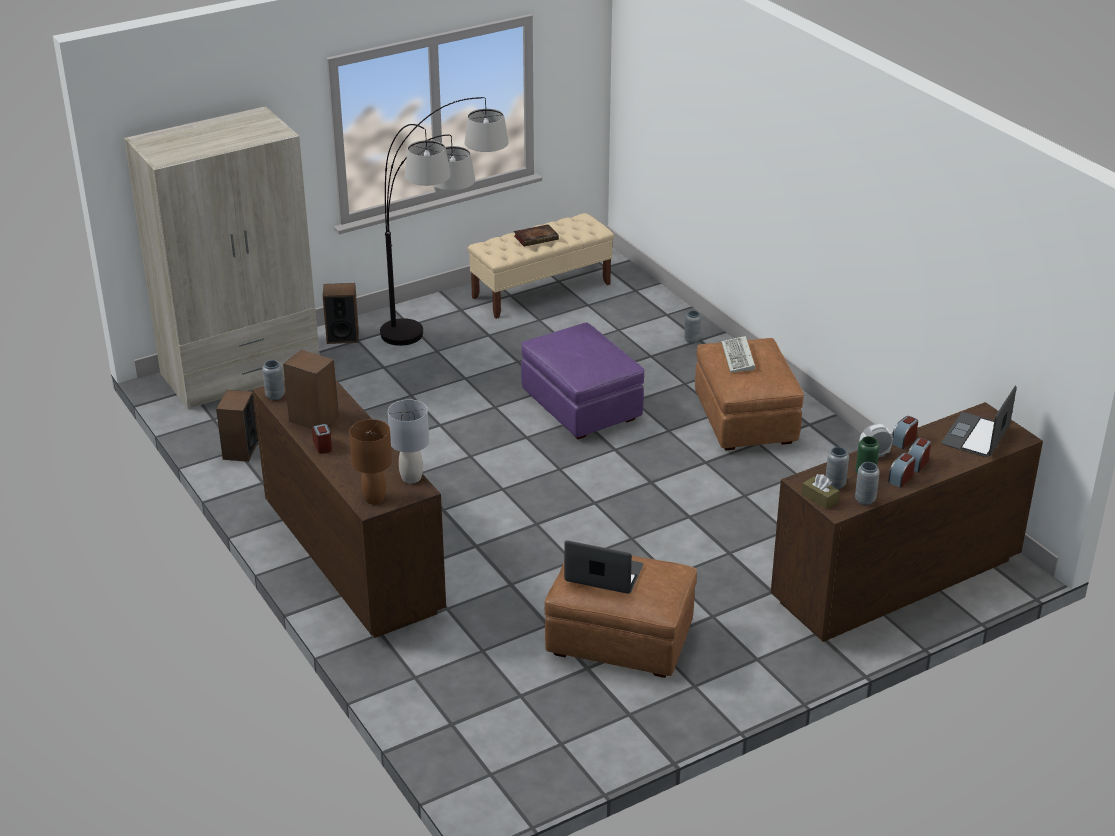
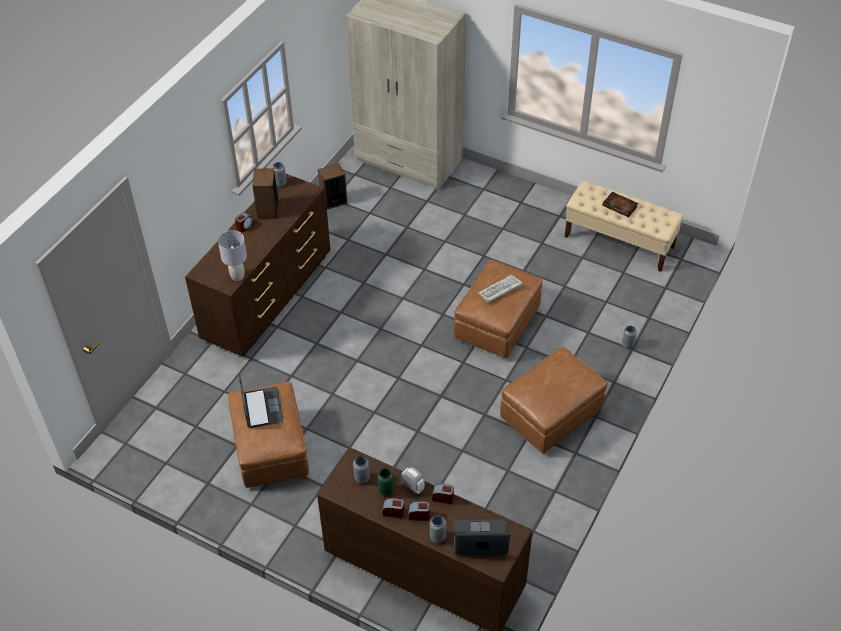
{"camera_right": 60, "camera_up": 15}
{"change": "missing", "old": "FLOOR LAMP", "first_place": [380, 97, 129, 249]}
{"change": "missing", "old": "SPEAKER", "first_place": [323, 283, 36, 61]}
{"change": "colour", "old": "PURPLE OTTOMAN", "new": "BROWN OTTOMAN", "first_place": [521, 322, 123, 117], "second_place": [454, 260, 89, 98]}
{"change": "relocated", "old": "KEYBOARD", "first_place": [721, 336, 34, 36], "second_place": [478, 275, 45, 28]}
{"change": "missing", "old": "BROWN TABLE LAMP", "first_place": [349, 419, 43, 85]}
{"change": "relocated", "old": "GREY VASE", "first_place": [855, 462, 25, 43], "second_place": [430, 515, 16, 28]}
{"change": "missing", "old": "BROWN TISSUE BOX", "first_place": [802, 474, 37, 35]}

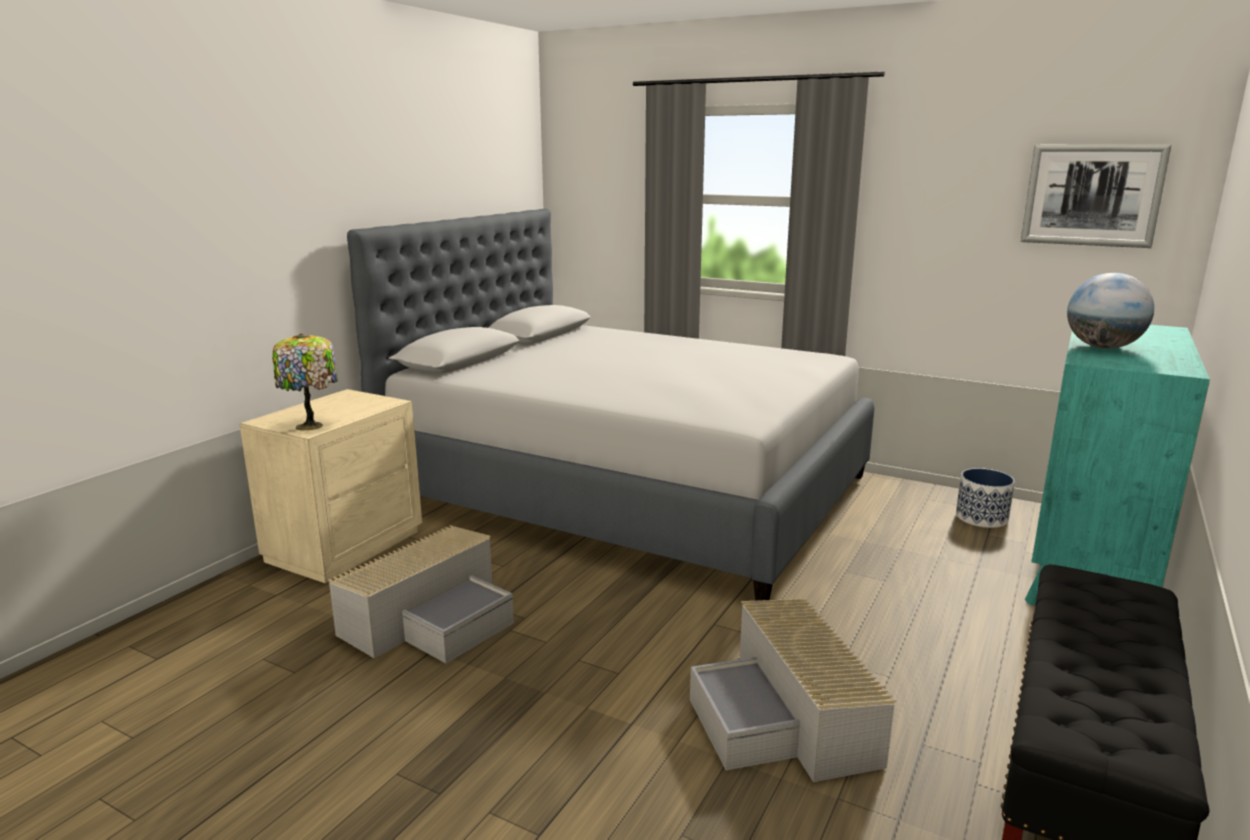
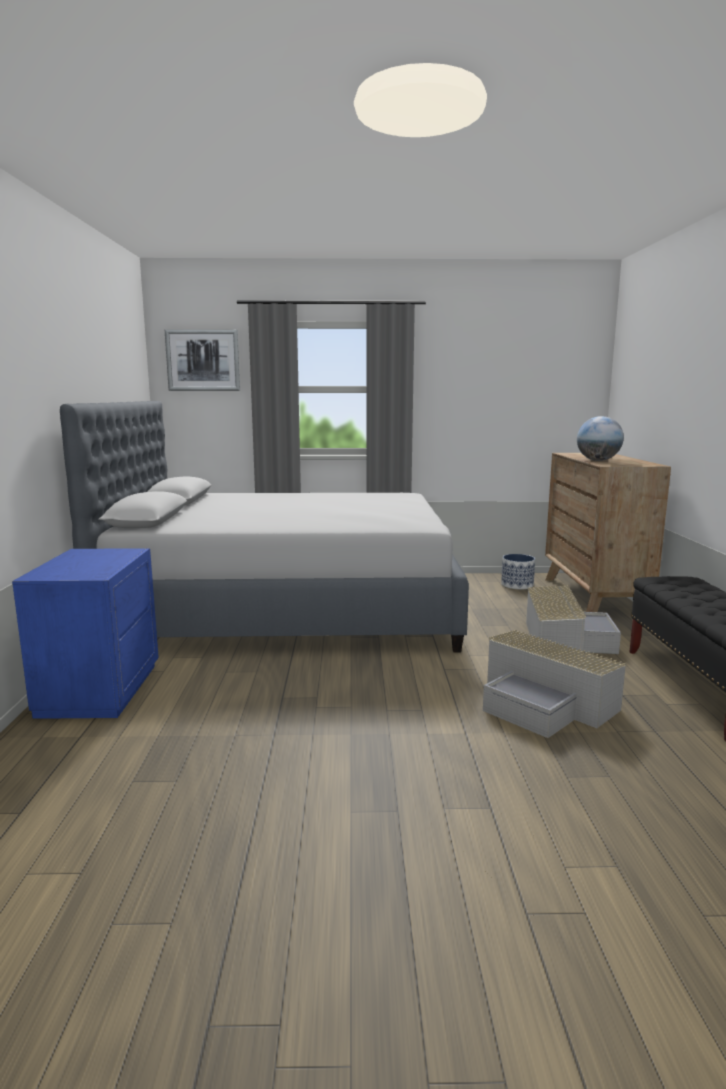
{"camera_right": -30, "camera_up": -5}
{"change": "relocated", "old": "PICTURE", "first_place": [1021, 144, 150, 104], "second_place": [165, 330, 75, 61]}
{"change": "colour", "old": "TURQUOISE DRESSER", "new": "BROWN DRESSER", "first_place": [1025, 325, 185, 280], "second_place": [545, 453, 126, 159]}
{"change": "missing", "old": "TABLE LAMP", "first_place": [272, 334, 66, 97]}
{"change": "colour", "old": "BEIGE NIGHTSTAND", "new": "BLUE NIGHTSTAND", "first_place": [239, 389, 183, 194], "second_place": [12, 548, 147, 171]}
{"change": "relocated", "old": "GREY STORAGE BOX", "first_place": [328, 525, 186, 139], "second_place": [526, 585, 95, 69]}

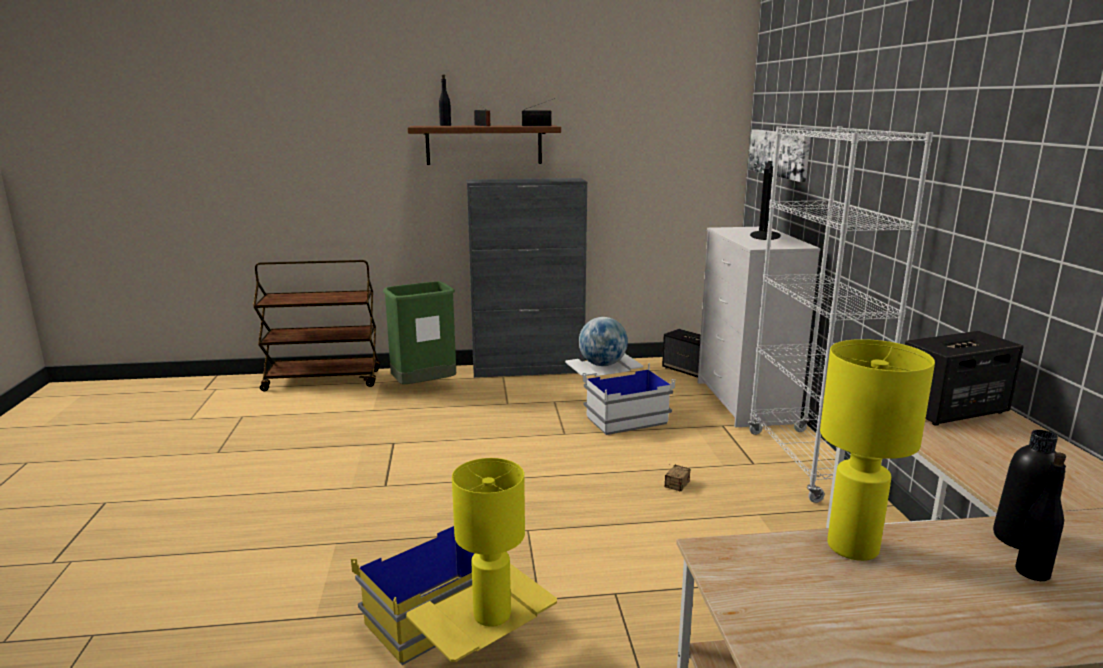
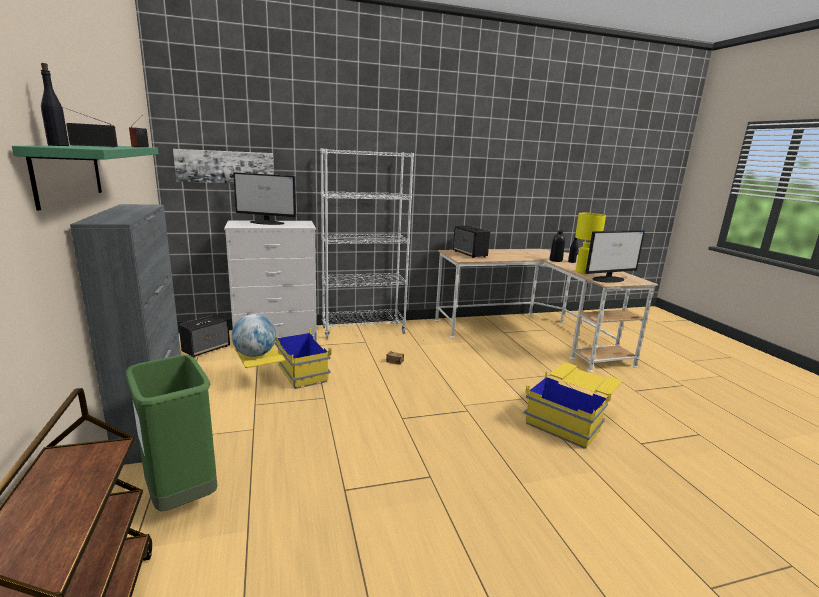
{"camera_right": -100, "camera_up": 0}
{"change": "colour", "old": "BROWN SHELF", "new": "GREEN SHELF", "first_place": [408, 125, 153, 40], "second_place": [12, 145, 147, 66]}
{"change": "colour", "old": "WHITE STORAGE BOX", "new": "YELLOW STORAGE BOX", "first_place": [565, 354, 110, 81], "second_place": [233, 328, 98, 61]}
{"change": "missing", "old": "YELLOW TABLE LAMP", "first_place": [452, 458, 73, 169]}
{"change": "appeared", "new": "MONITOR", "second_place": [585, 230, 60, 53]}

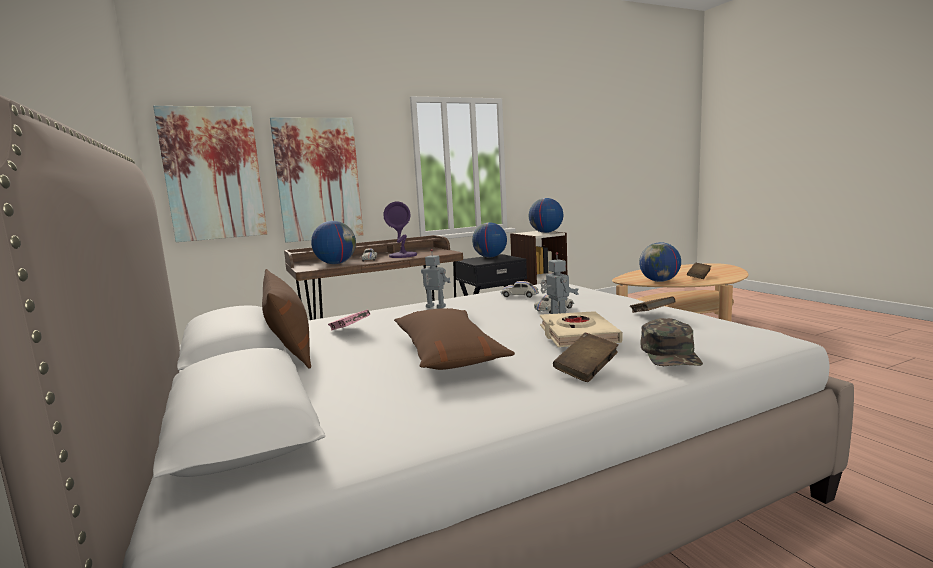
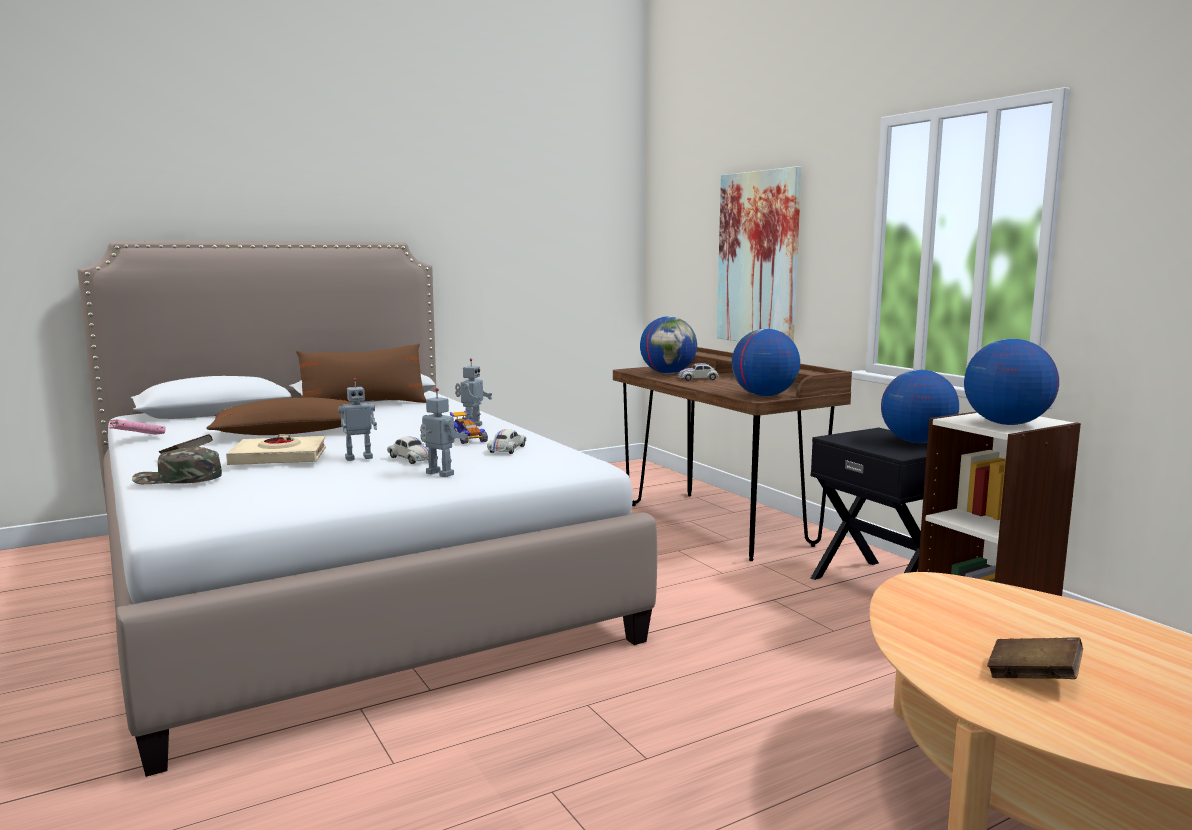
{"camera_right": 85, "camera_up": 0}
{"change": "missing", "old": "PICTURE", "first_place": [153, 106, 114, 136]}
{"change": "missing", "old": "PURPLE TABLE LAMP", "first_place": [383, 201, 34, 57]}
{"change": "relocated", "old": "GLOBE", "first_place": [639, 242, 42, 40], "second_place": [732, 329, 68, 67]}
{"change": "missing", "old": "BROWN BOOK", "first_place": [630, 296, 46, 17]}
{"change": "relocated", "old": "PINK BOOK", "first_place": [328, 310, 42, 21], "second_place": [108, 419, 58, 16]}
{"change": "appeared", "new": "TOY ROBOT", "second_place": [420, 388, 45, 89]}
{"change": "appeared", "new": "TOY CAR", "second_place": [450, 411, 38, 33]}

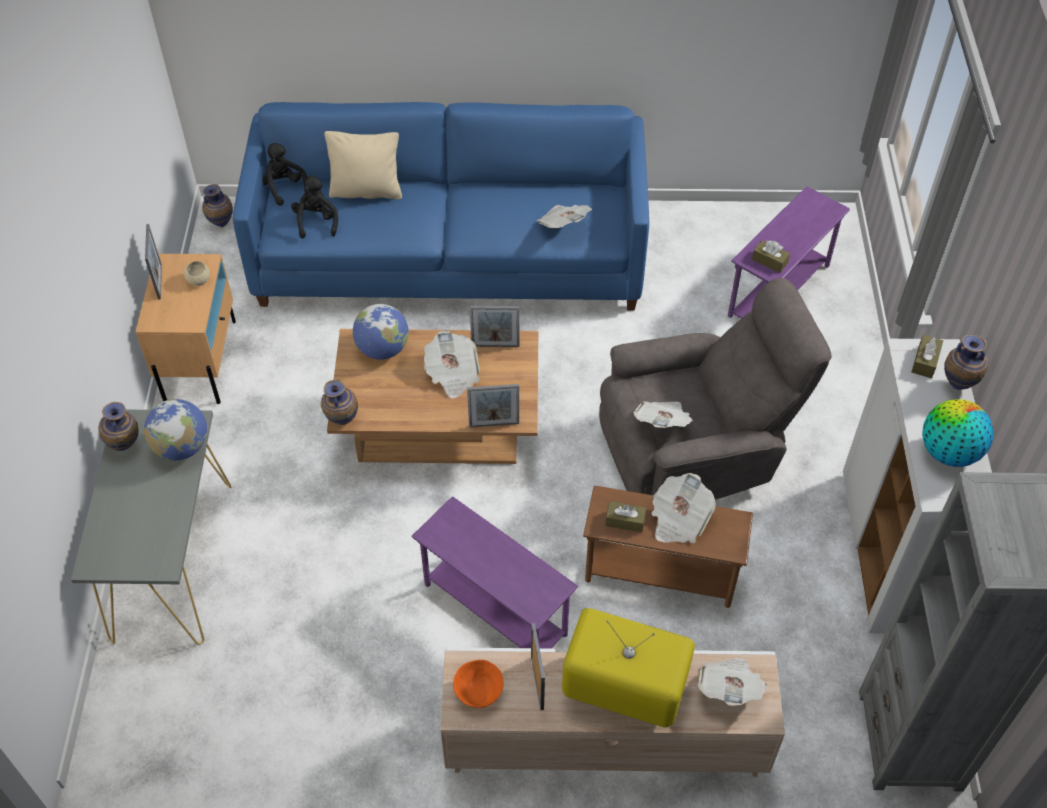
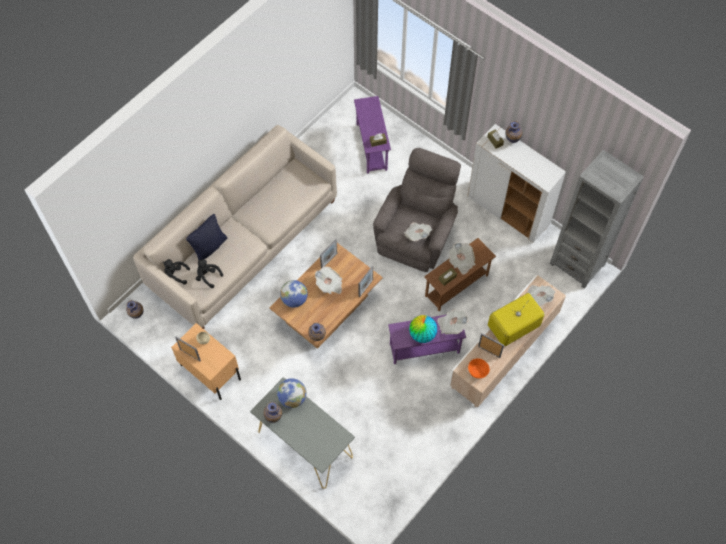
{"camera_right": -50, "camera_up": 10}
{"change": "colour", "old": "BLUE SOFA", "new": "BEIGE SOFA", "first_place": [233, 102, 416, 209], "second_place": [133, 125, 204, 204]}
{"change": "colour", "old": "BEIGE PILLOW", "new": "BLACK PILLOW", "first_place": [324, 131, 78, 69], "second_place": [186, 214, 41, 46]}
{"change": "relocated", "old": "NEWSPAPER", "first_place": [537, 205, 55, 23], "second_place": [437, 309, 31, 25]}
{"change": "relocated", "old": "GLOBE", "first_place": [922, 399, 72, 68], "second_place": [409, 315, 28, 28]}

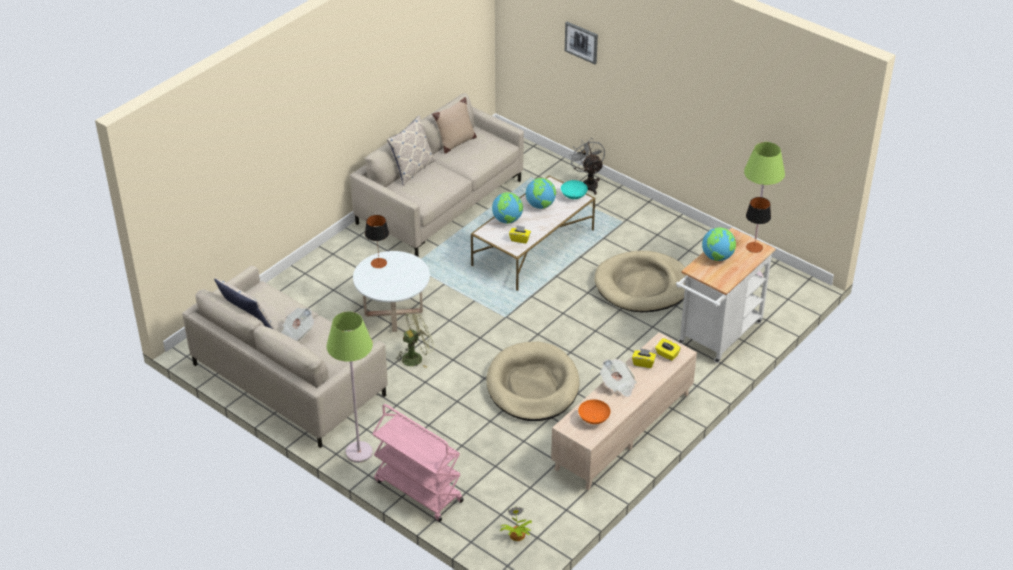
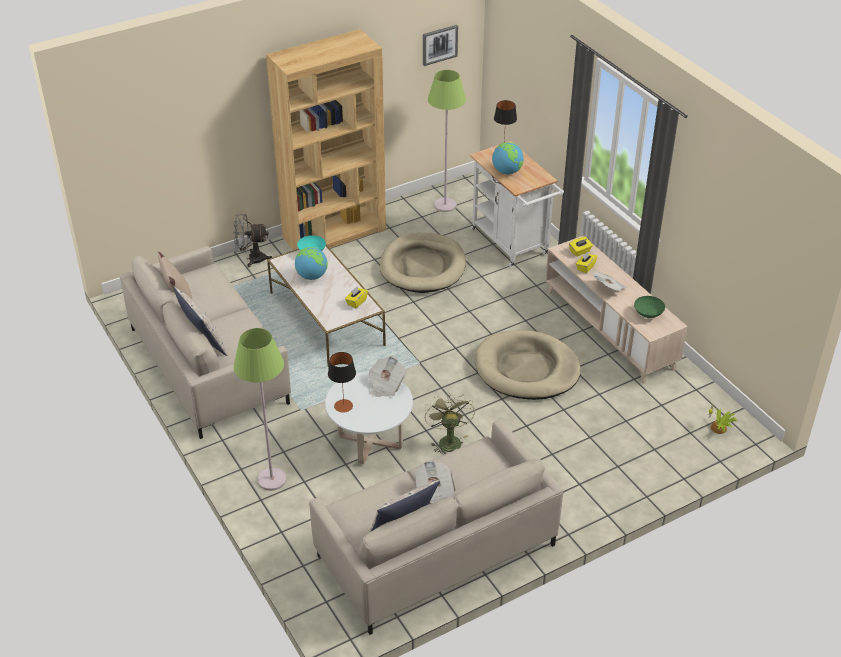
{"camera_right": -70, "camera_up": 0}
{"change": "relocated", "old": "PICTURE", "first_place": [565, 22, 33, 42], "second_place": [423, 25, 35, 41]}
{"change": "missing", "old": "GLOBE", "first_place": [492, 192, 31, 32]}
{"change": "relocated", "old": "GREEN FLOOR LAMP", "first_place": [326, 312, 47, 151], "second_place": [233, 328, 54, 163]}
{"change": "colour", "old": "ORANGE BOWL", "new": "GREEN BOWL", "first_place": [578, 399, 33, 25], "second_place": [634, 296, 31, 22]}
{"change": "missing", "old": "PINK CART", "first_place": [372, 404, 92, 118]}
{"change": "appeared", "new": "BROWN BOOKCASE", "second_place": [266, 29, 120, 221]}
{"change": "appeared", "new": "NEWSPAPER", "second_place": [369, 356, 37, 41]}

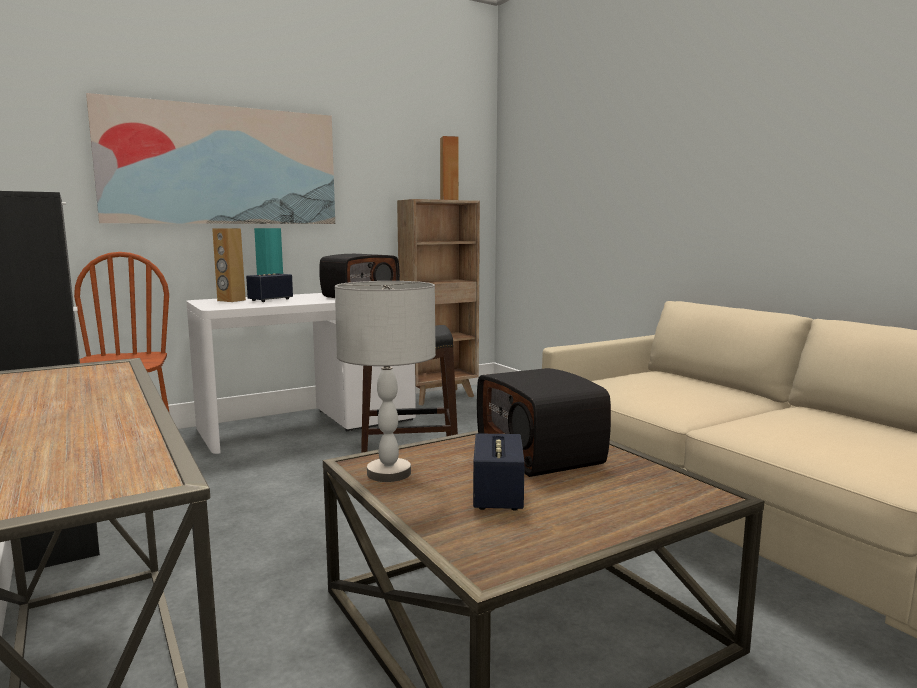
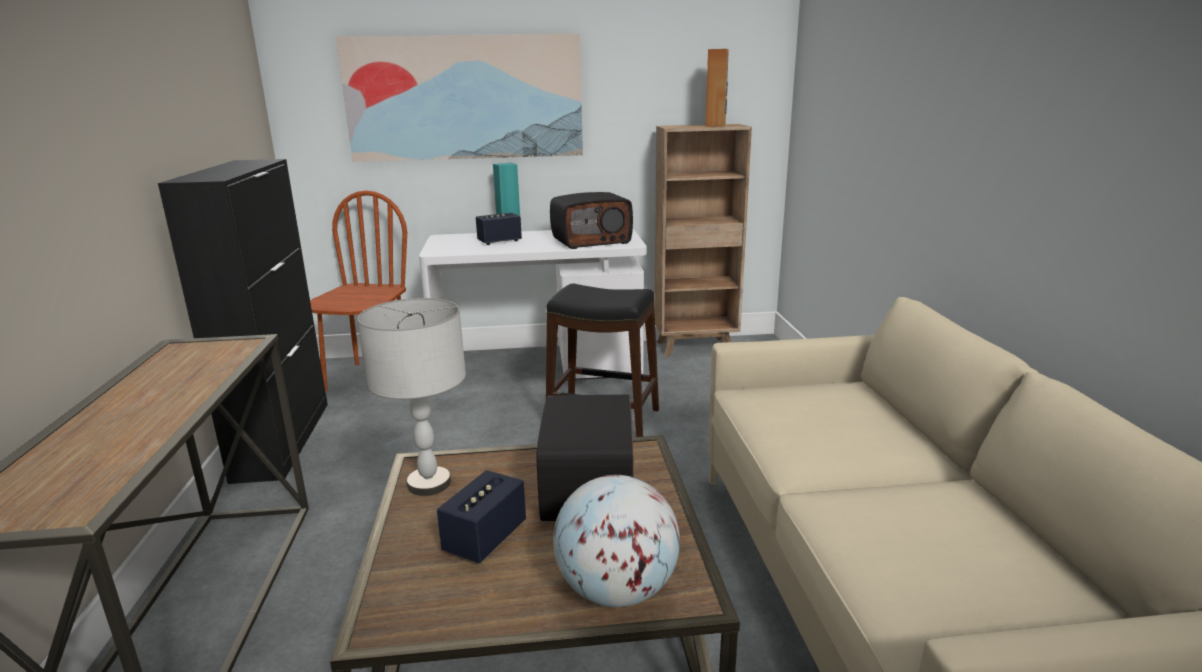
{"camera_right": 25, "camera_up": 10}
{"change": "missing", "old": "BROWN SPEAKER", "first_place": [212, 228, 34, 74]}
{"change": "appeared", "new": "GLOBE", "second_place": [553, 475, 127, 132]}

